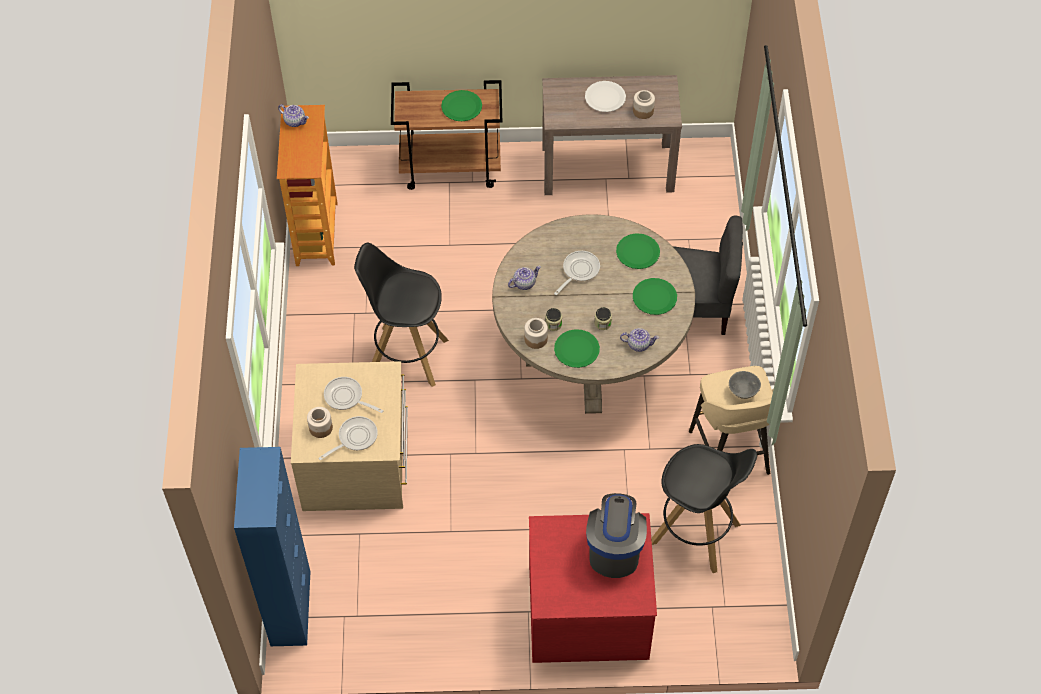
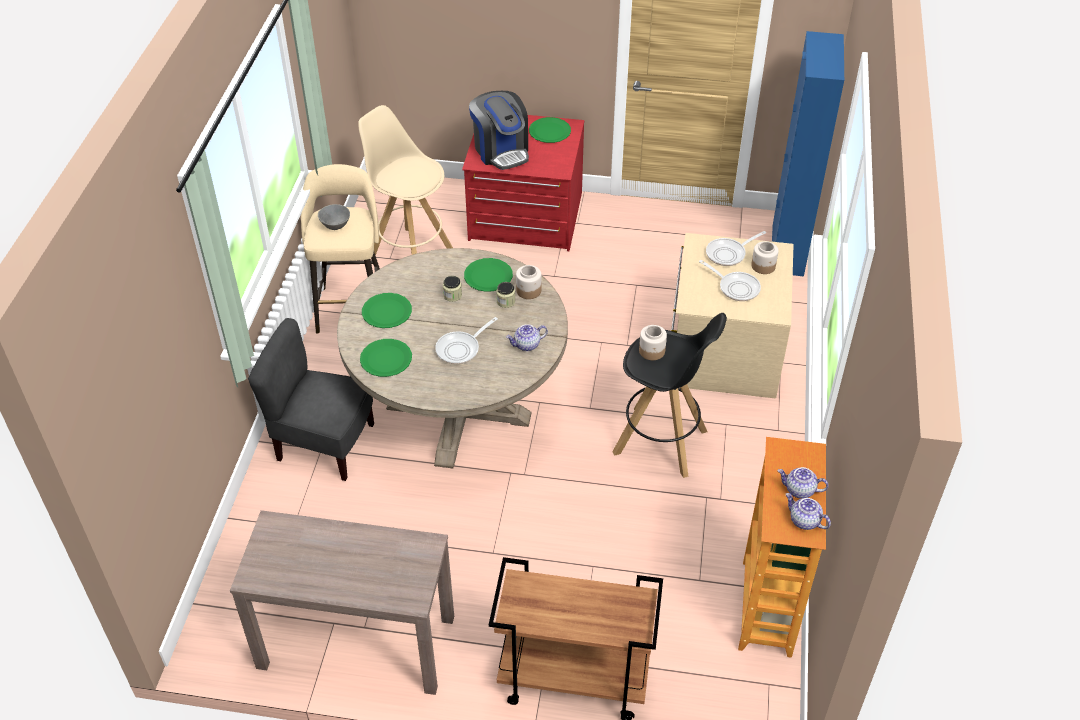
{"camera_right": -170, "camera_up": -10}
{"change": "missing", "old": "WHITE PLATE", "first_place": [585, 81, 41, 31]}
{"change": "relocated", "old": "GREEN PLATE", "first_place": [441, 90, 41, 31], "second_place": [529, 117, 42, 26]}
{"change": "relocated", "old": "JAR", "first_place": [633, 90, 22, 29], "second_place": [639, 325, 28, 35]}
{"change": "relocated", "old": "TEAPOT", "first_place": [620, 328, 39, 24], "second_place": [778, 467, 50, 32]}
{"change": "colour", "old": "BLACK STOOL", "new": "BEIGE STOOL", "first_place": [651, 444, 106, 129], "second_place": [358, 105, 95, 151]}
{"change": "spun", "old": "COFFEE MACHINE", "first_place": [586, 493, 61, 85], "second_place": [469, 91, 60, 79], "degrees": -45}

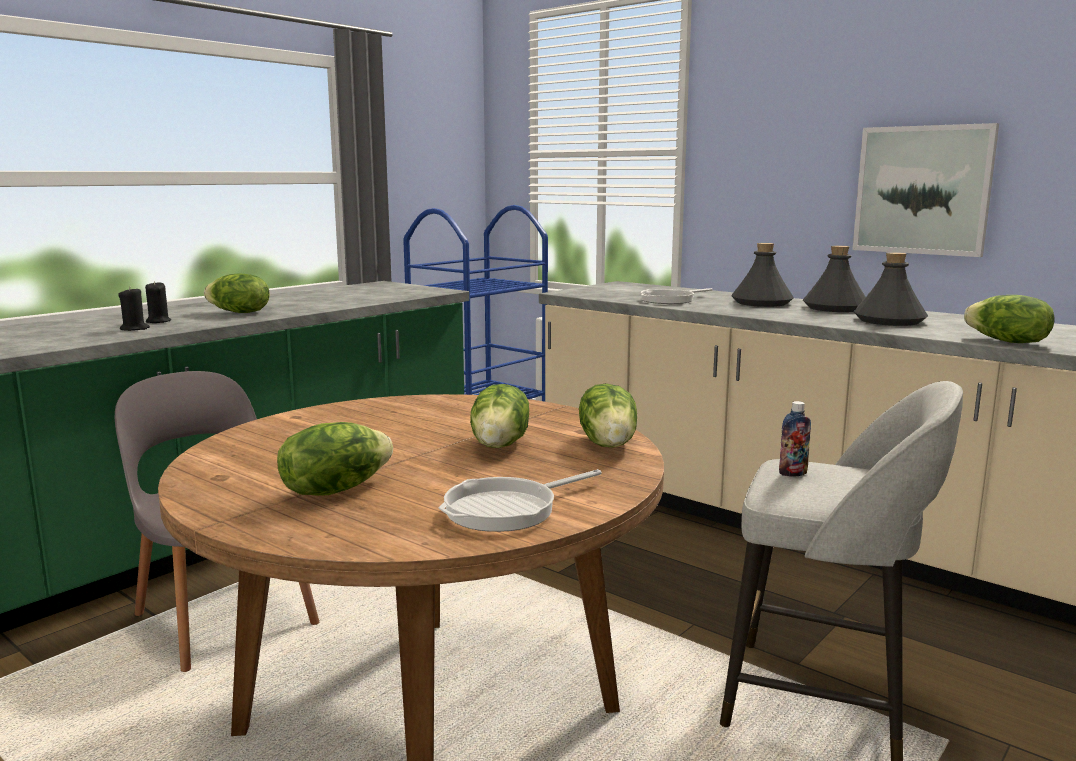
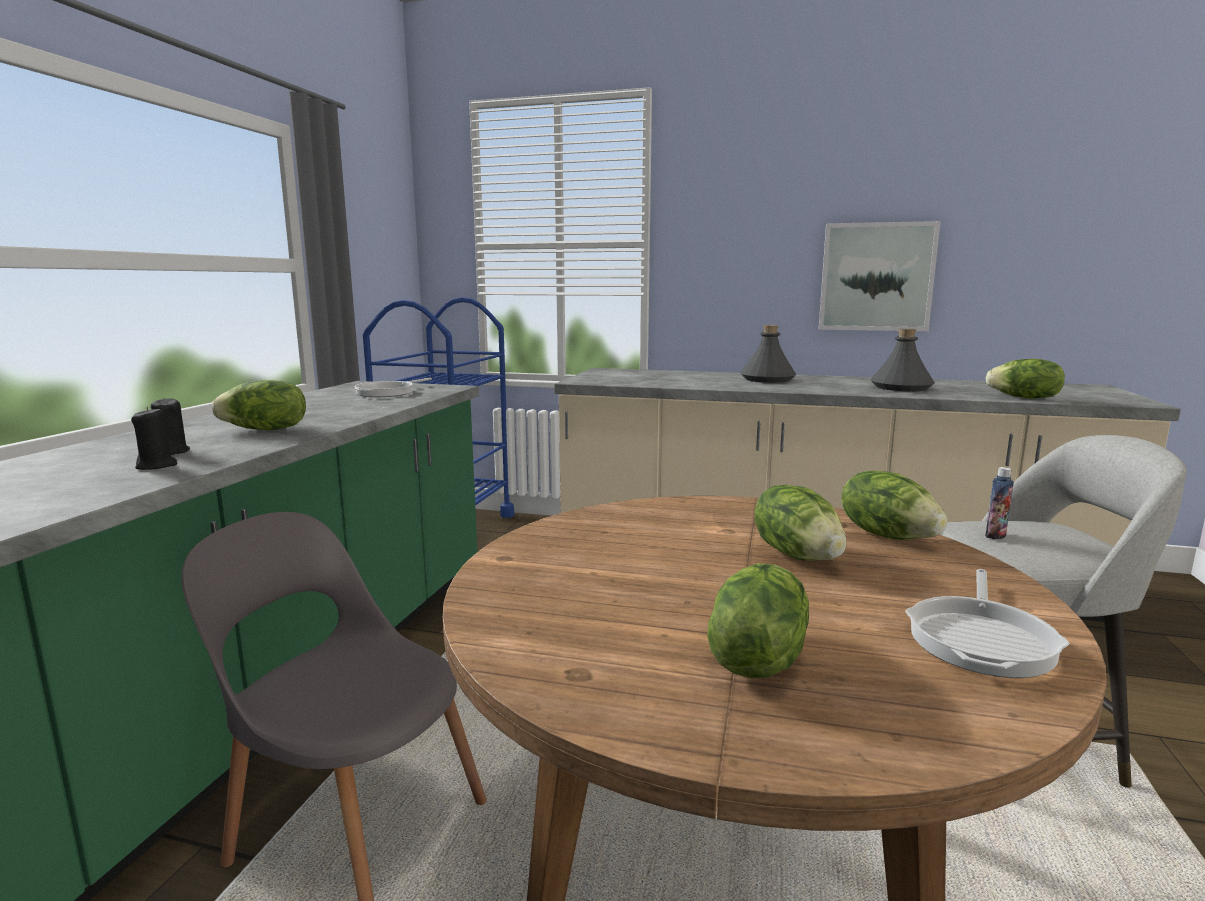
{"camera_right": -25, "camera_up": 0}
{"change": "missing", "old": "GREY BOTTLE", "first_place": [803, 246, 63, 66]}
{"change": "relocated", "old": "FRYING PAN", "first_place": [640, 288, 73, 16], "second_place": [354, 377, 78, 20]}

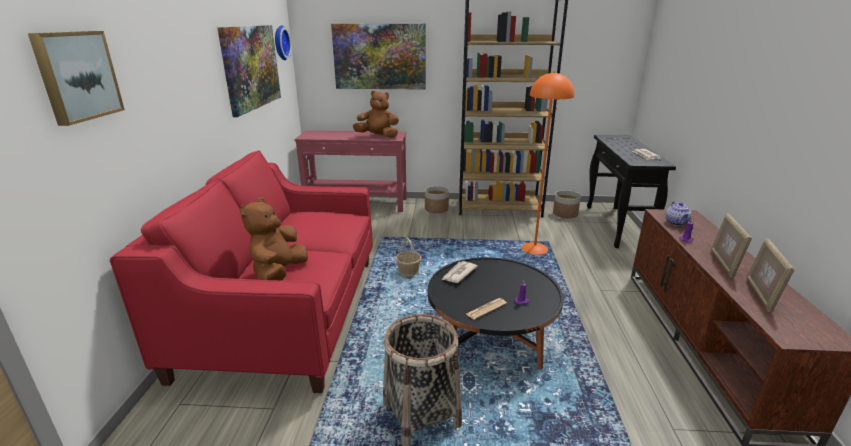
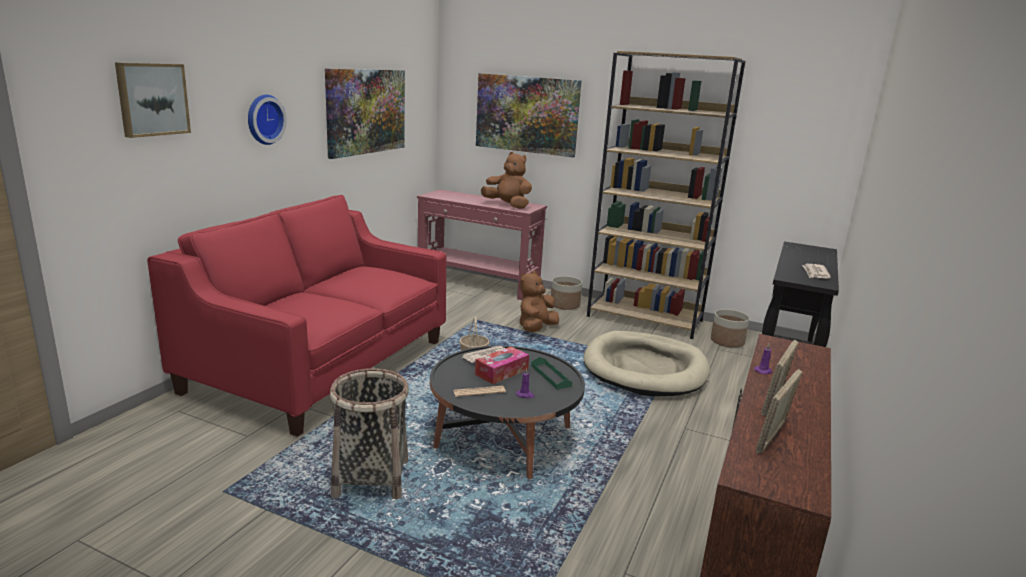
{"camera_right": 20, "camera_up": -5}
{"change": "relocated", "old": "WALL CLOCK", "first_place": [275, 25, 16, 35], "second_place": [248, 95, 39, 50]}
{"change": "exchanged", "old": "ORANGE FLOOR LAMP", "new": "BEIGE DOG BED", "first_place": [522, 72, 52, 183], "second_place": [583, 331, 127, 65]}
{"change": "relocated", "old": "BROWN PLUSH TOY", "first_place": [239, 197, 69, 83], "second_place": [520, 271, 39, 61]}
{"change": "missing", "old": "TEAPOT", "first_place": [666, 201, 26, 25]}
{"change": "appeared", "new": "TISSUE BOX", "second_place": [475, 347, 54, 37]}
{"change": "appeared", "new": "GREEN TRAY", "second_place": [531, 357, 41, 33]}

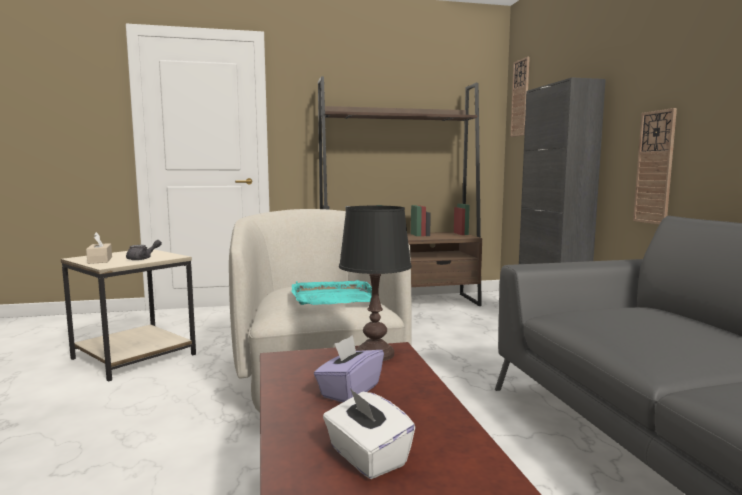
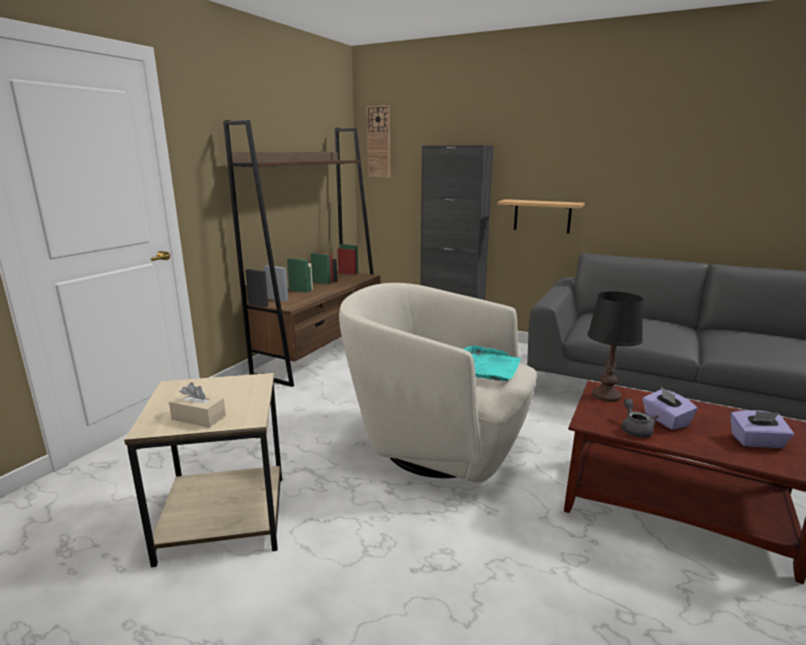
{"camera_right": -50, "camera_up": 10}
{"change": "exchanged", "old": "WALL CLOCK", "new": "SHELF", "first_place": [633, 108, 44, 116], "second_place": [497, 199, 88, 34]}
{"change": "relocated", "old": "GREY TEAPOT", "first_place": [126, 240, 36, 20], "second_place": [622, 399, 37, 39]}
{"change": "colour", "old": "WHITE TISSUE BOX", "new": "PURPLE TISSUE BOX", "first_place": [323, 388, 92, 91], "second_place": [730, 410, 64, 38]}

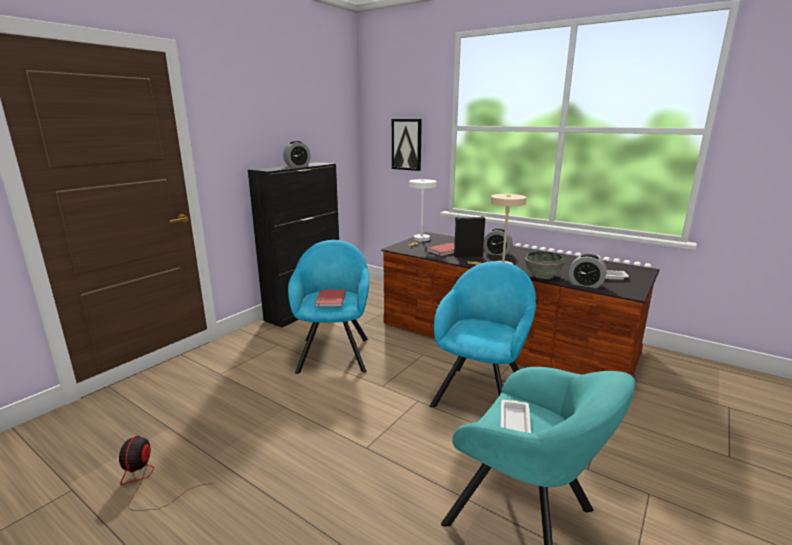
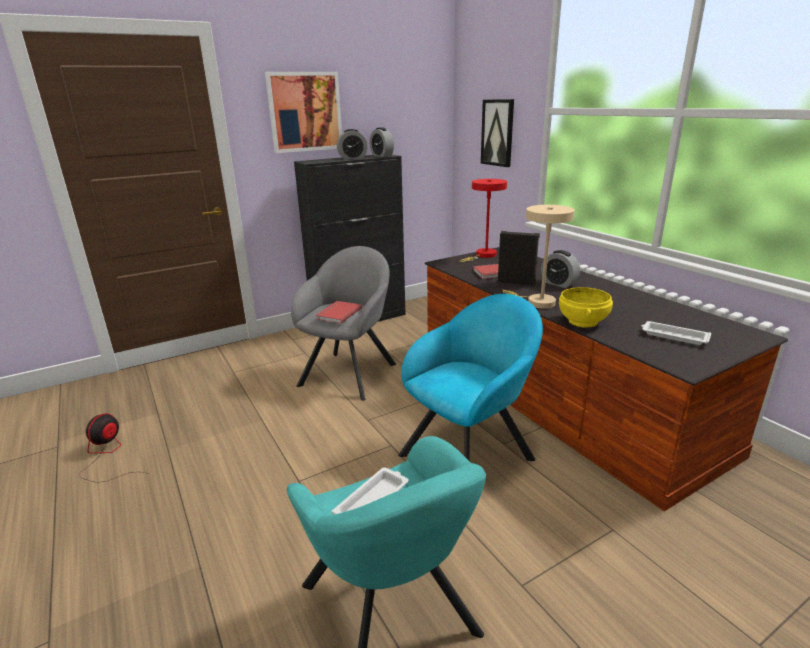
{"camera_right": 25, "camera_up": 5}
{"change": "colour", "old": "WHITE TABLE LAMP", "new": "RED TABLE LAMP", "first_place": [408, 179, 29, 67], "second_place": [460, 179, 47, 83]}
{"change": "colour", "old": "TURQUOISE ARMCHAIR", "new": "GREY ARMCHAIR", "first_place": [288, 240, 82, 134], "second_place": [291, 246, 105, 155]}
{"change": "colour", "old": "GREY BOWL", "new": "YELLOW BOWL", "first_place": [525, 251, 39, 28], "second_place": [559, 287, 54, 41]}
{"change": "relocated", "old": "ALARM CLOCK", "first_place": [569, 254, 38, 34], "second_place": [370, 127, 24, 30]}
{"change": "appeared", "new": "PICTURE", "second_place": [265, 72, 77, 81]}

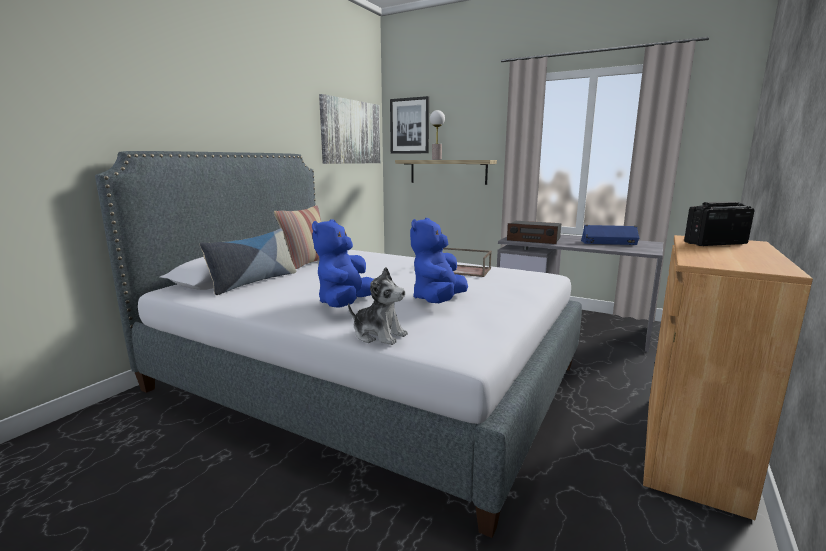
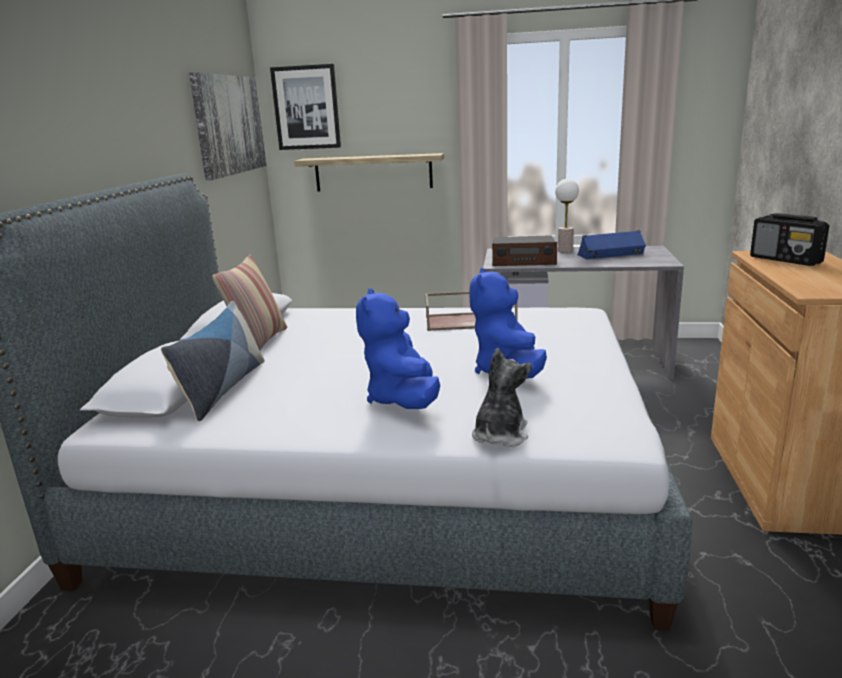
{"camera_right": -20, "camera_up": 5}
{"change": "relocated", "old": "TABLE LAMP", "first_place": [430, 110, 15, 50], "second_place": [555, 179, 24, 74]}
{"change": "spun", "old": "RADIO", "first_place": [684, 201, 70, 45], "second_place": [750, 213, 79, 53], "degrees": -90}
{"change": "spun", "old": "PLUSH TOY", "first_place": [348, 267, 60, 78], "second_place": [472, 348, 60, 99], "degrees": -75}

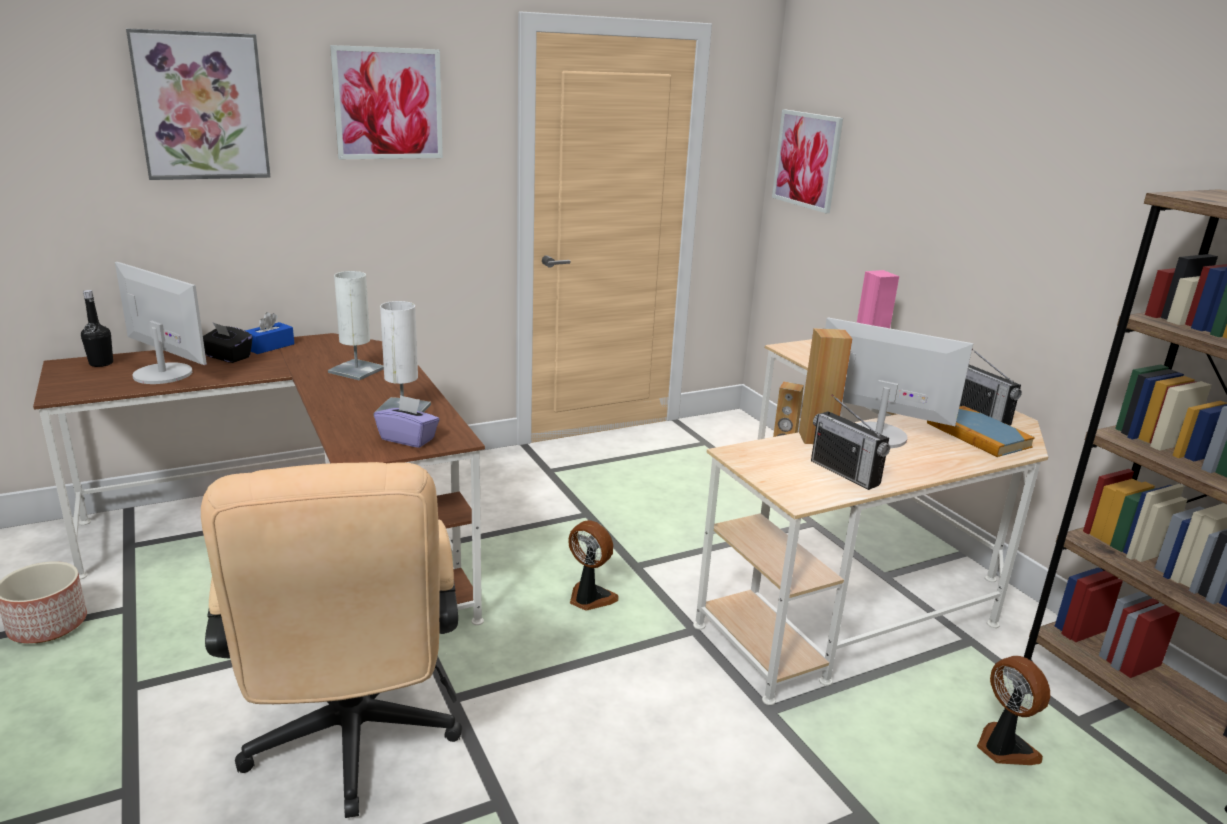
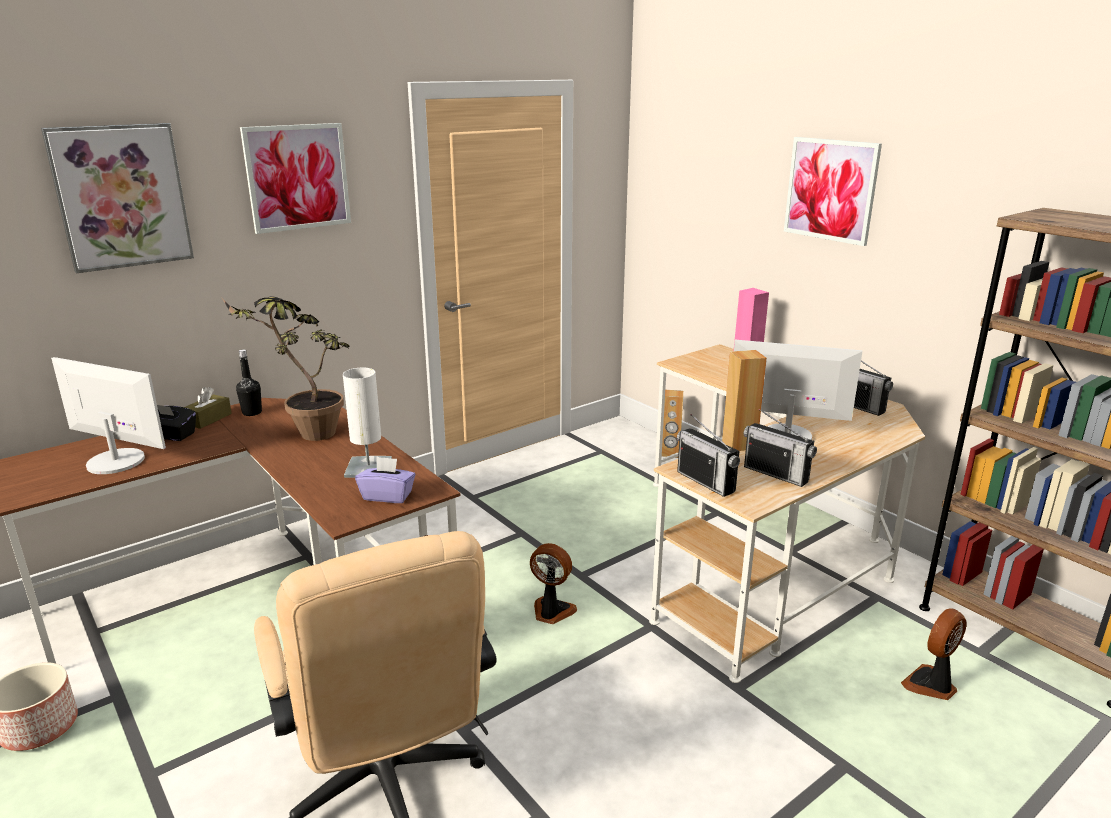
{"camera_right": -10, "camera_up": 0}
{"change": "relocated", "old": "PICTURE", "first_place": [772, 109, 71, 104], "second_place": [784, 137, 98, 109]}
{"change": "exchanged", "old": "WHITE TABLE LAMP", "new": "POTTED PLANT", "first_place": [328, 271, 56, 109], "second_place": [223, 296, 127, 145]}
{"change": "relocated", "old": "BLACK BOTTLE", "first_place": [81, 290, 32, 77], "second_place": [236, 350, 26, 66]}
{"change": "colour", "old": "BLUE TISSUE BOX", "new": "BROWN TISSUE BOX", "first_place": [245, 312, 49, 42], "second_place": [184, 387, 48, 42]}
{"change": "missing", "old": "BOOK", "first_place": [927, 406, 108, 51]}
{"change": "spun", "old": "FAN", "first_place": [977, 656, 73, 109], "second_place": [901, 608, 66, 92], "degrees": -90}
{"change": "appeared", "new": "RADIO", "second_place": [677, 414, 63, 83]}

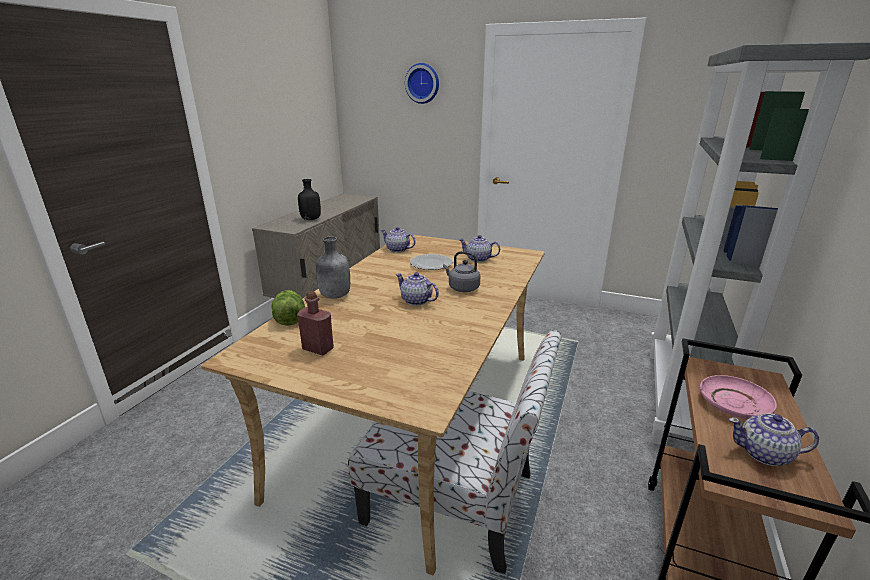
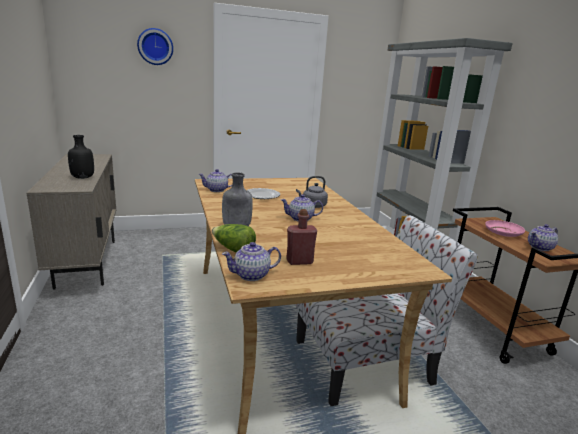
{"camera_right": -40, "camera_up": -5}
{"change": "relocated", "old": "TEAPOT", "first_place": [458, 235, 42, 27], "second_place": [222, 242, 59, 39]}

